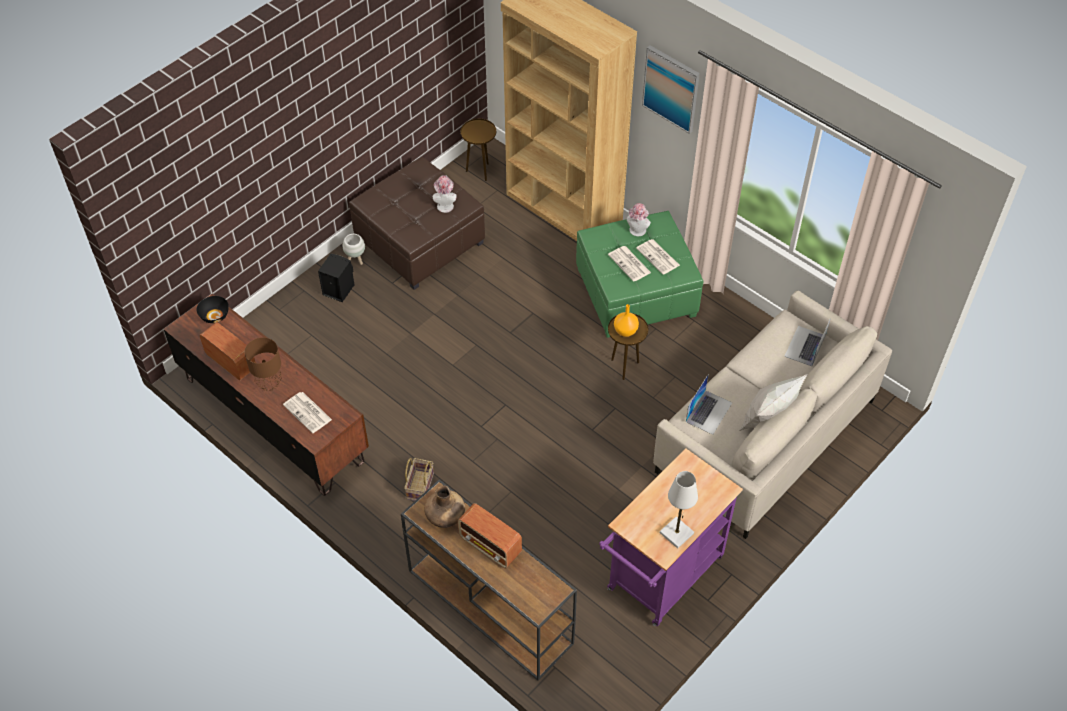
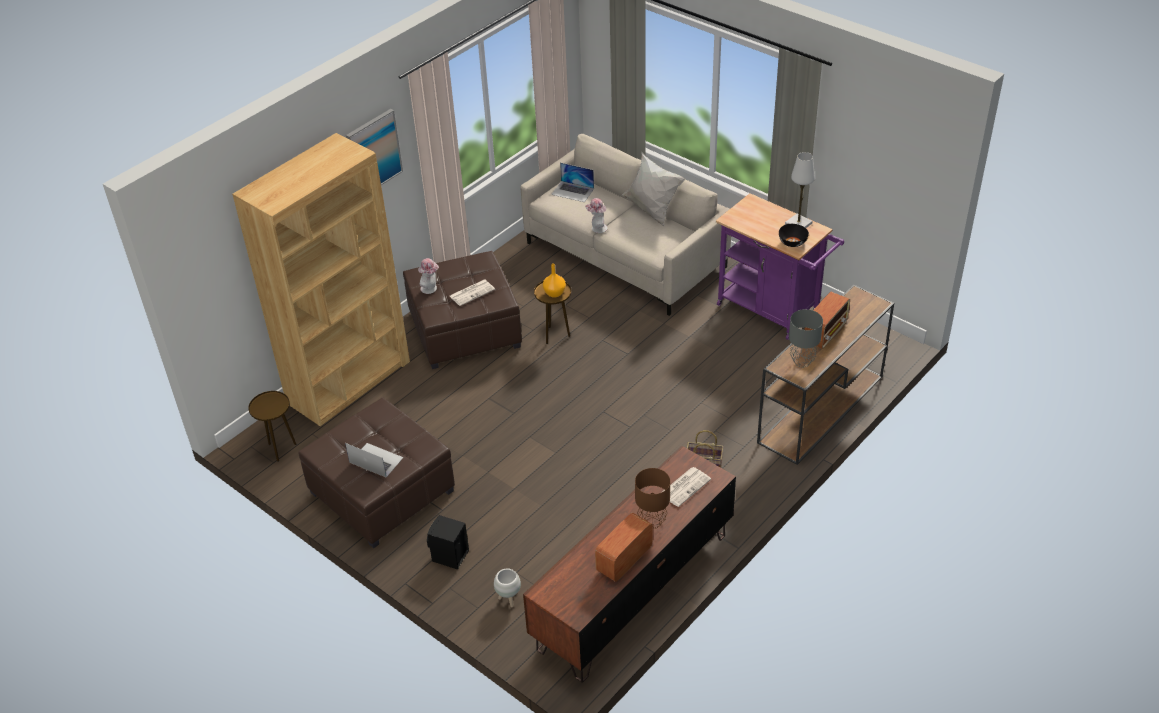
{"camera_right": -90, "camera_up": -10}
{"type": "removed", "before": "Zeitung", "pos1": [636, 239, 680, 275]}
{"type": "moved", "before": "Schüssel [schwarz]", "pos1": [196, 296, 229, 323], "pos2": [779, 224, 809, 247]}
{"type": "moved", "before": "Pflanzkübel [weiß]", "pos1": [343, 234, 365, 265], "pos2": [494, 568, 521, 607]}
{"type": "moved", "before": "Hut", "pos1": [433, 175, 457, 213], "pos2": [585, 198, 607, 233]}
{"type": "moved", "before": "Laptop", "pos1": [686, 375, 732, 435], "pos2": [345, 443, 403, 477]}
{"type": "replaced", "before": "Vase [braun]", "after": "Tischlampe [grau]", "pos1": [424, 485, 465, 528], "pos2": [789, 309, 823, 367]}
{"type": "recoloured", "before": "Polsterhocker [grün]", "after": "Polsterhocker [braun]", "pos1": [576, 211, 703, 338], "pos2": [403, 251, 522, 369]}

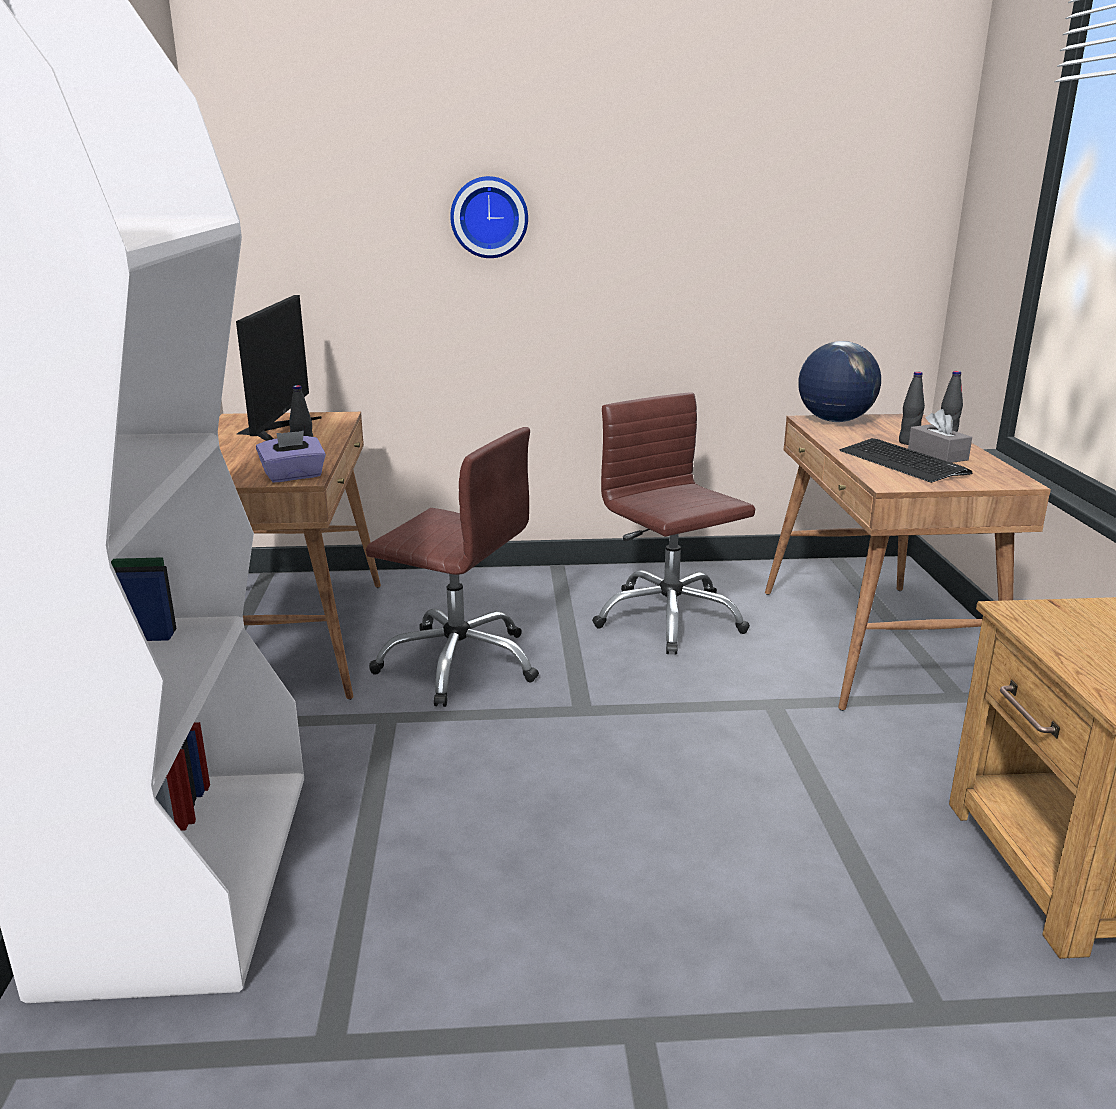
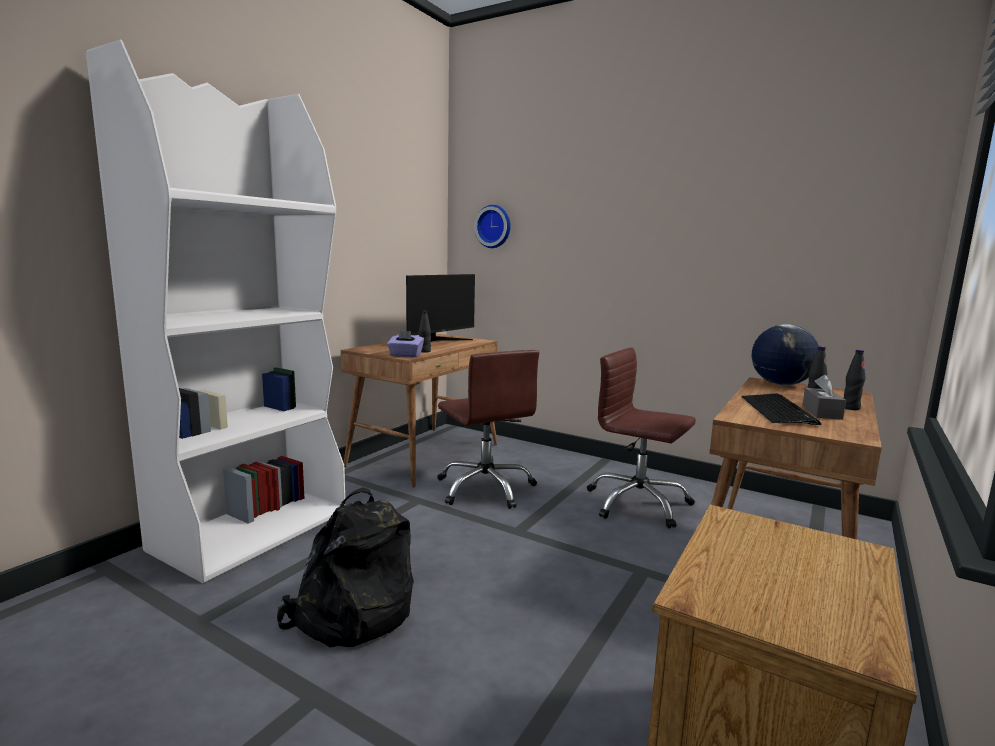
{"camera_right": 35, "camera_up": -10}
{"type": "added", "after": "Rucksack [schwarz]", "pos2": [277, 487, 414, 647]}
{"type": "moved", "before": "Wanduhr", "pos1": [450, 176, 528, 258], "pos2": [474, 205, 511, 248]}
{"type": "turned", "before": "Bürostuhl [braun]", "pos1": [592, 392, 755, 655], "pos2": [587, 348, 696, 528], "turn": -60}

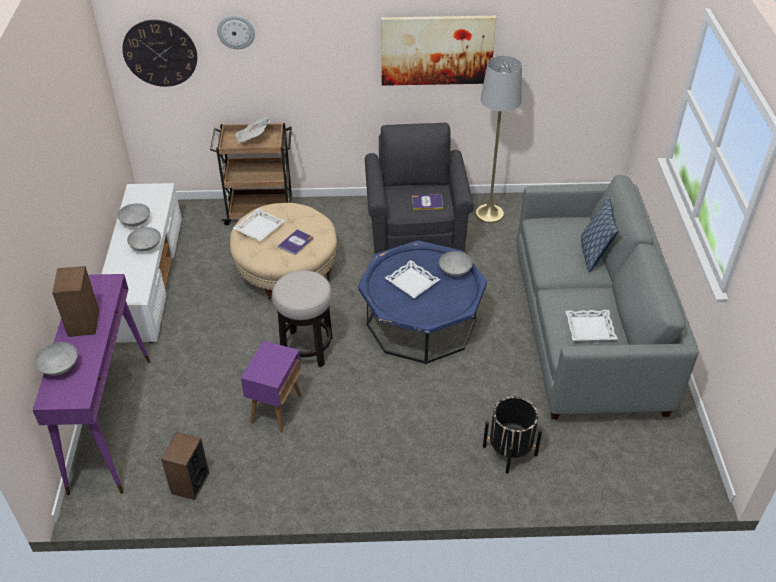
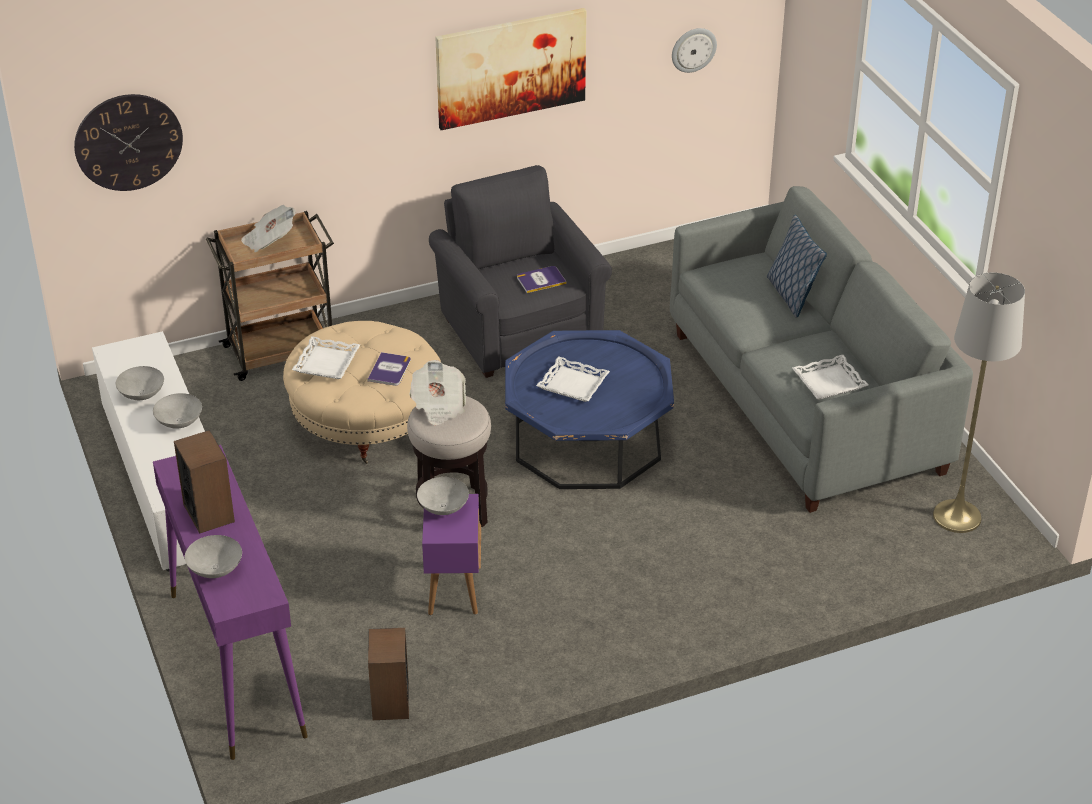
{"camera_right": -20, "camera_up": -5}
{"type": "removed", "before": "Pflanzkübel [schwarz]", "pos1": [483, 396, 542, 473]}
{"type": "added", "after": "Zeitung", "pos2": [409, 360, 466, 425]}
{"type": "moved", "before": "Wanduhr", "pos1": [217, 15, 255, 49], "pos2": [672, 28, 717, 73]}
{"type": "moved", "before": "Schüssel [grau]", "pos1": [439, 251, 473, 276], "pos2": [417, 477, 469, 515]}
{"type": "moved", "before": "Stehlampe [grau]", "pos1": [475, 56, 522, 223], "pos2": [933, 272, 1025, 533]}

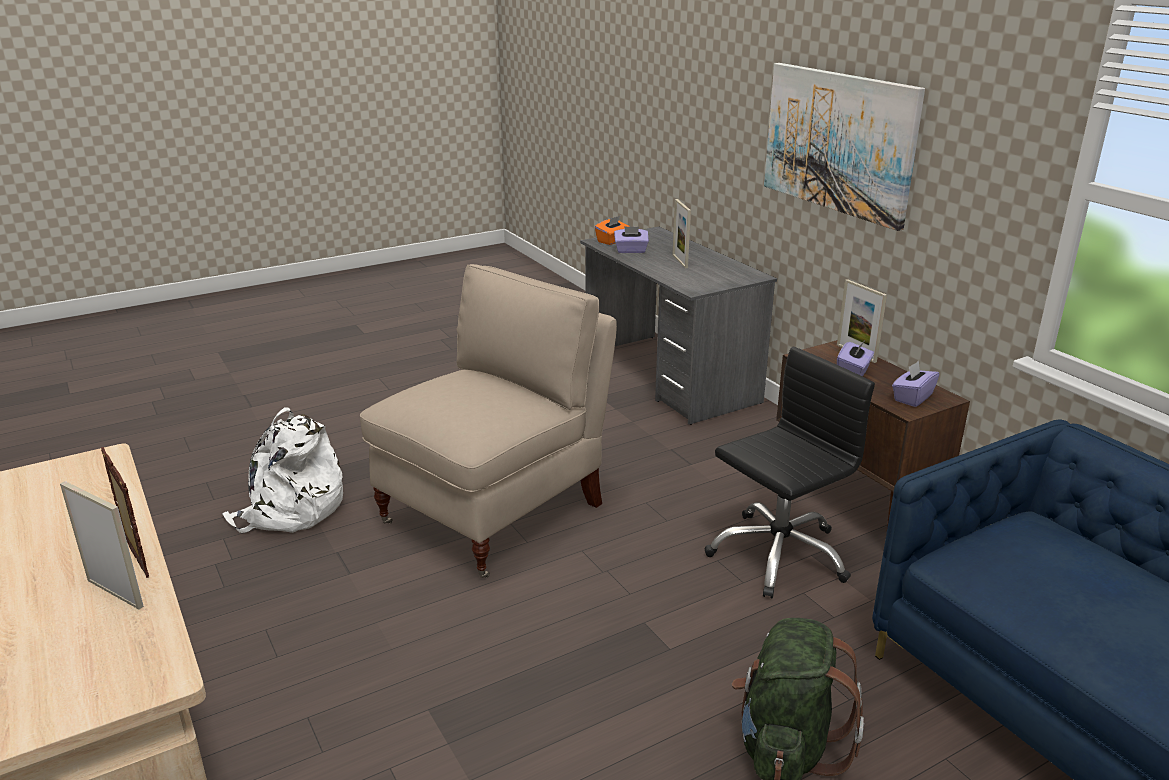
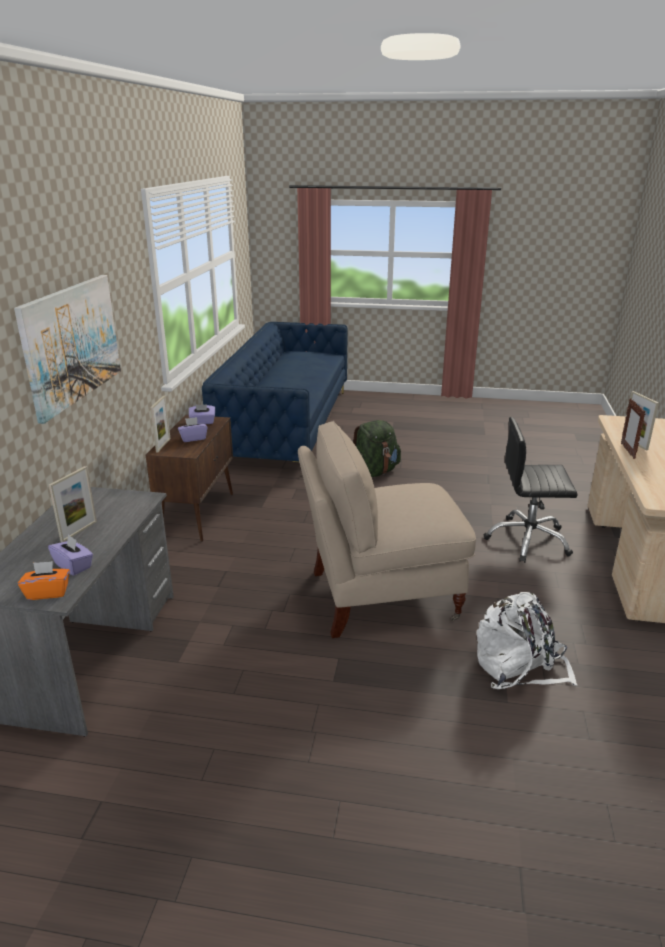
{"camera_right": -140, "camera_up": 0}
{"type": "moved", "before": "Bürostuhl [schwarz]", "pos1": [705, 347, 875, 598], "pos2": [484, 417, 578, 563]}

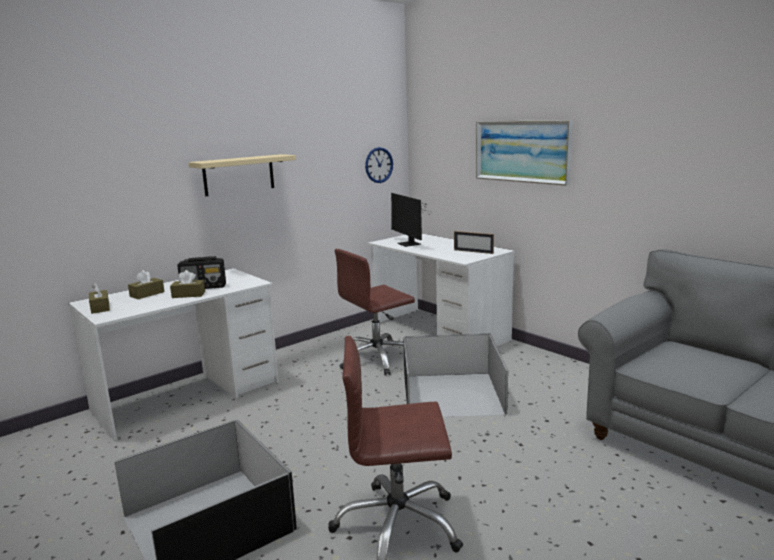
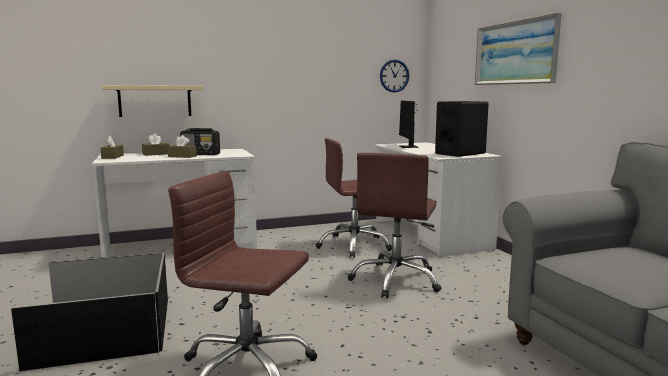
{"camera_right": 20, "camera_up": -5}
{"type": "moved", "before": "Wandregal [beige]", "pos1": [189, 154, 296, 196], "pos2": [102, 85, 204, 117]}
{"type": "replaced", "before": "Aufbewahrungsbox [schwarz]", "after": "Bürostuhl [braun]", "pos1": [403, 334, 508, 417], "pos2": [348, 153, 441, 298]}
{"type": "replaced", "before": "Bilderrahmen", "after": "Lautsprecher [schwarz]", "pos1": [454, 231, 494, 254], "pos2": [435, 101, 489, 157]}

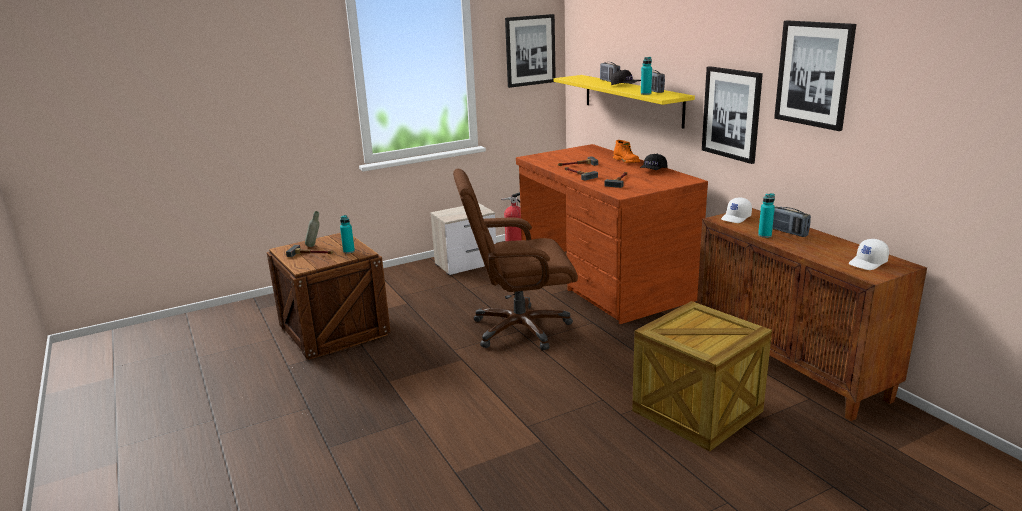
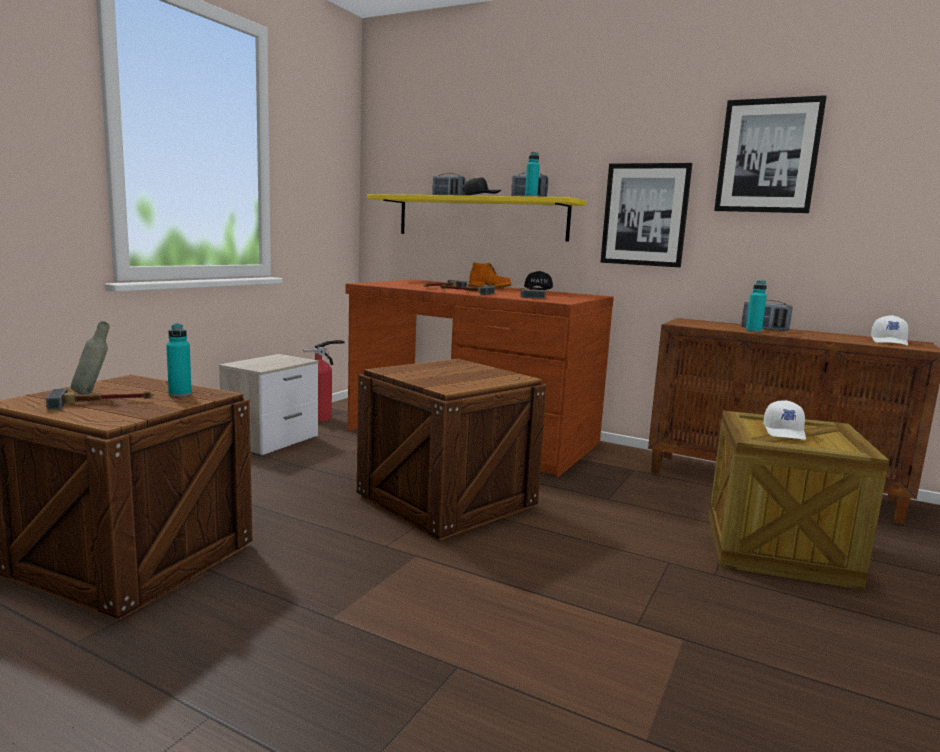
{"camera_right": -35, "camera_up": -10}
{"type": "removed", "before": "Bild", "pos1": [505, 14, 556, 88]}
{"type": "moved", "before": "Kappe [weiß]", "pos1": [721, 197, 752, 223], "pos2": [763, 400, 806, 440]}
{"type": "replaced", "before": "Bürostuhl [braun]", "after": "Kiste", "pos1": [453, 169, 578, 350], "pos2": [357, 359, 547, 540]}

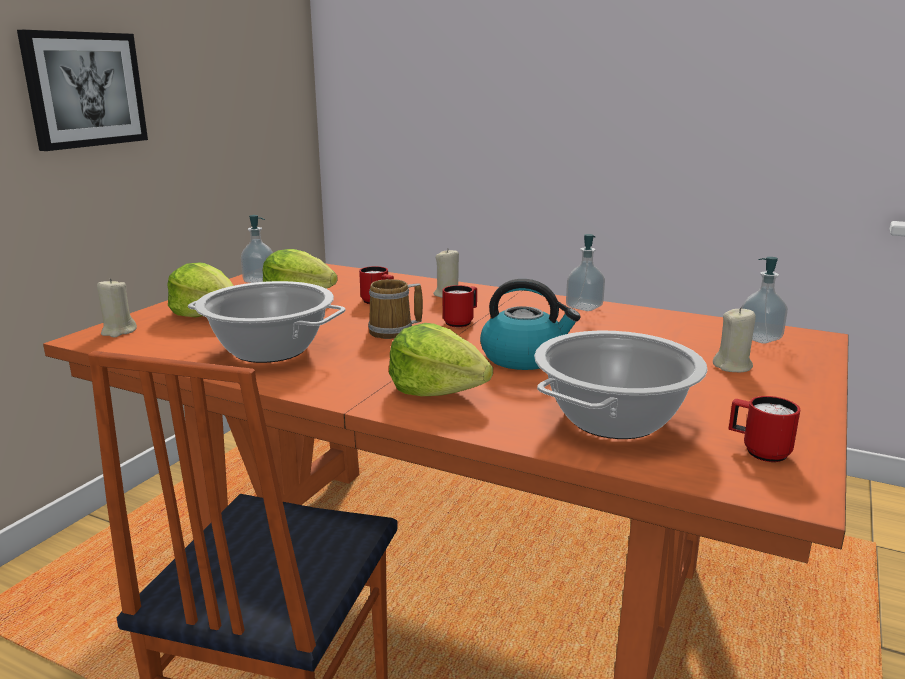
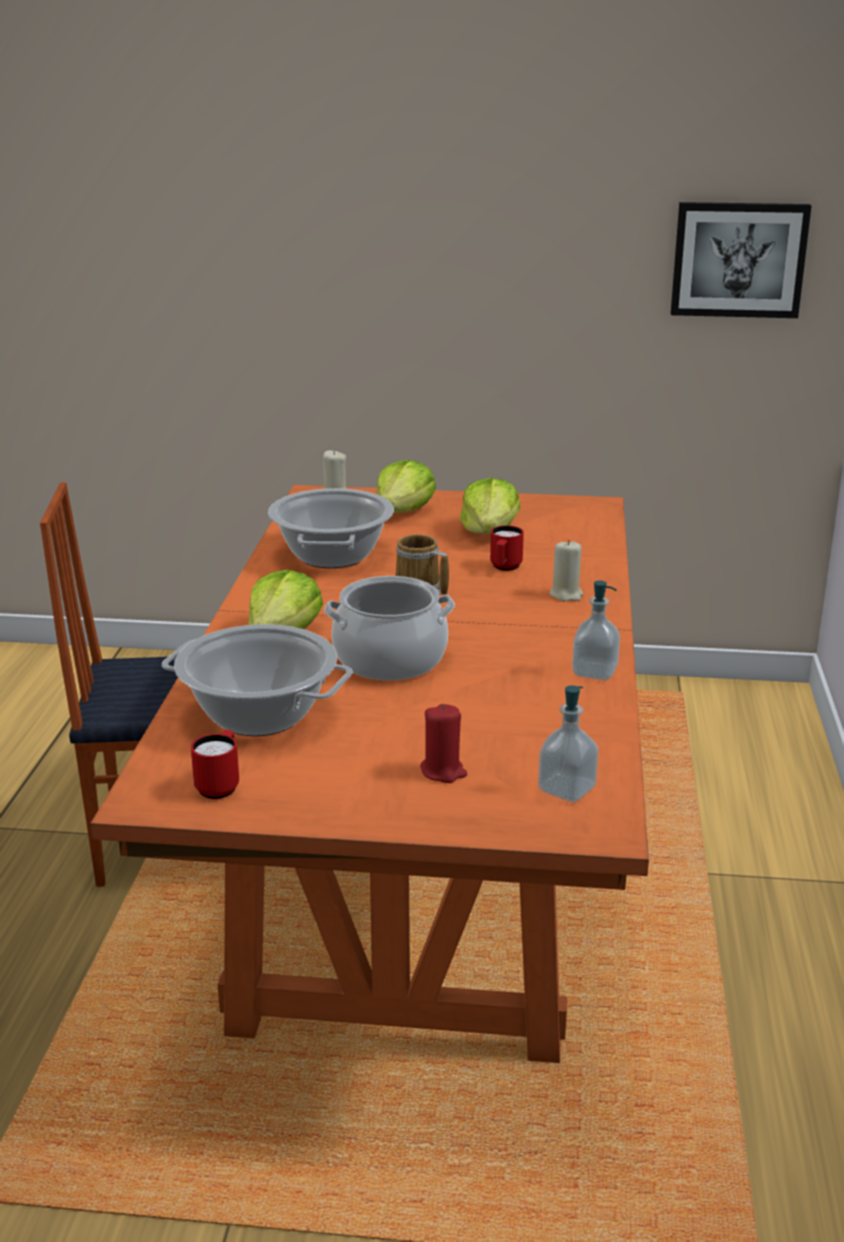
{"camera_right": 70, "camera_up": 5}
{"type": "removed", "before": "Seifenspender", "pos1": [241, 215, 273, 283]}
{"type": "removed", "before": "Henkelbecher [rot]", "pos1": [443, 285, 477, 327]}
{"type": "moved", "before": "Bild", "pos1": [17, 30, 148, 151], "pos2": [671, 202, 811, 318]}
{"type": "replaced", "before": "Wasserkessel", "after": "Kochtopf", "pos1": [480, 279, 581, 370], "pos2": [324, 576, 455, 681]}
{"type": "recoloured", "before": "Kerze [beige]", "after": "Kerze [rot]", "pos1": [713, 307, 756, 372], "pos2": [420, 704, 467, 783]}

